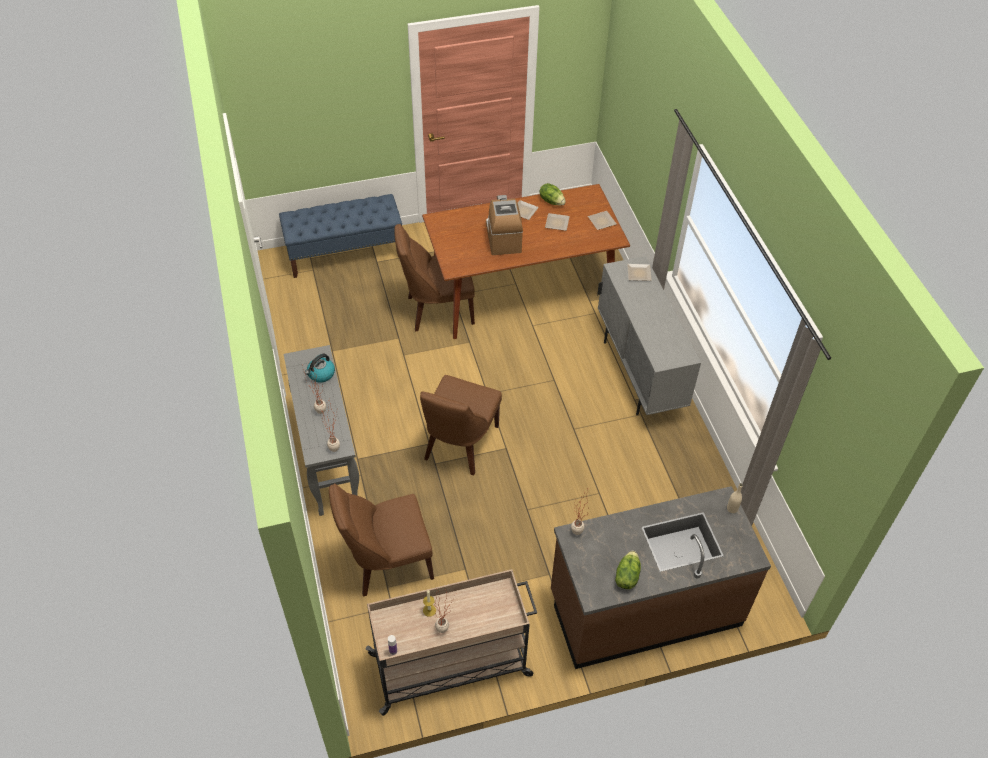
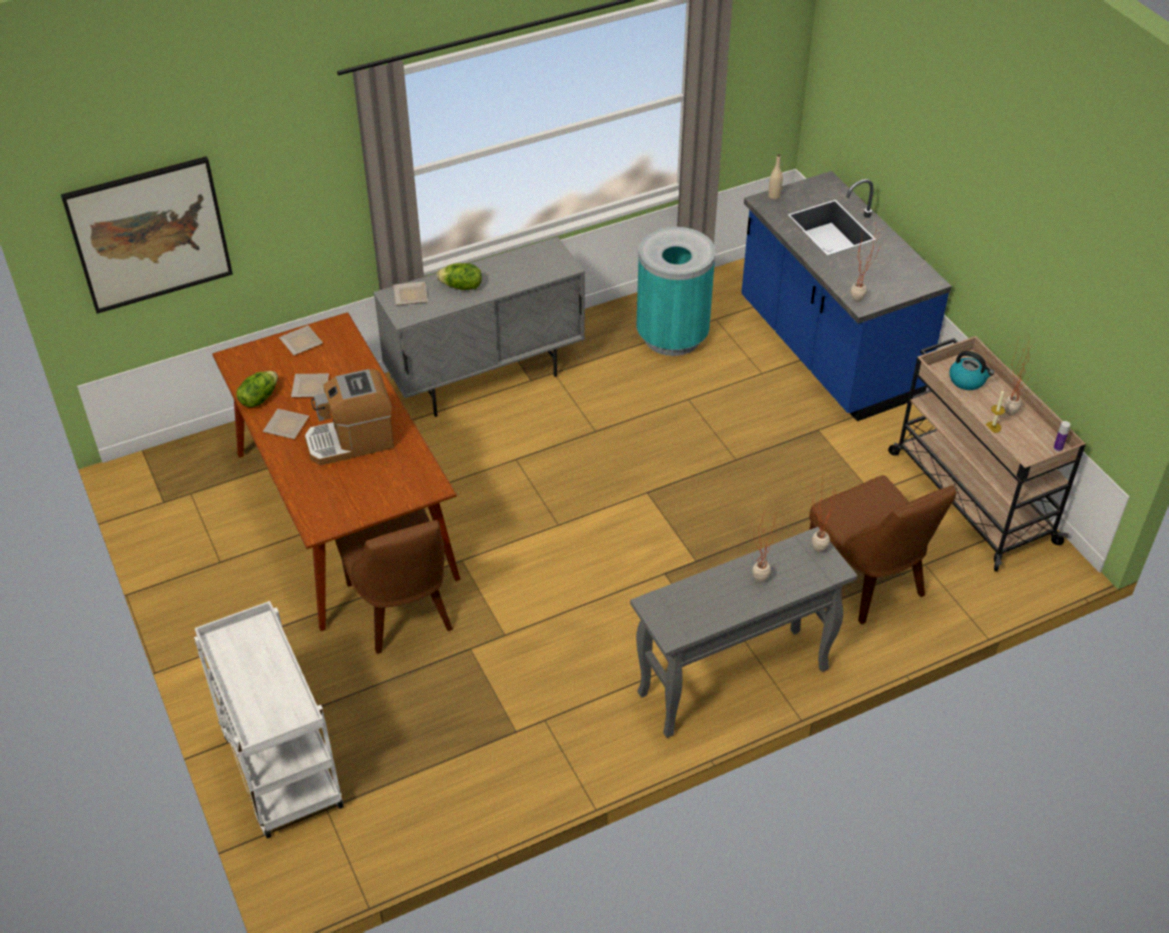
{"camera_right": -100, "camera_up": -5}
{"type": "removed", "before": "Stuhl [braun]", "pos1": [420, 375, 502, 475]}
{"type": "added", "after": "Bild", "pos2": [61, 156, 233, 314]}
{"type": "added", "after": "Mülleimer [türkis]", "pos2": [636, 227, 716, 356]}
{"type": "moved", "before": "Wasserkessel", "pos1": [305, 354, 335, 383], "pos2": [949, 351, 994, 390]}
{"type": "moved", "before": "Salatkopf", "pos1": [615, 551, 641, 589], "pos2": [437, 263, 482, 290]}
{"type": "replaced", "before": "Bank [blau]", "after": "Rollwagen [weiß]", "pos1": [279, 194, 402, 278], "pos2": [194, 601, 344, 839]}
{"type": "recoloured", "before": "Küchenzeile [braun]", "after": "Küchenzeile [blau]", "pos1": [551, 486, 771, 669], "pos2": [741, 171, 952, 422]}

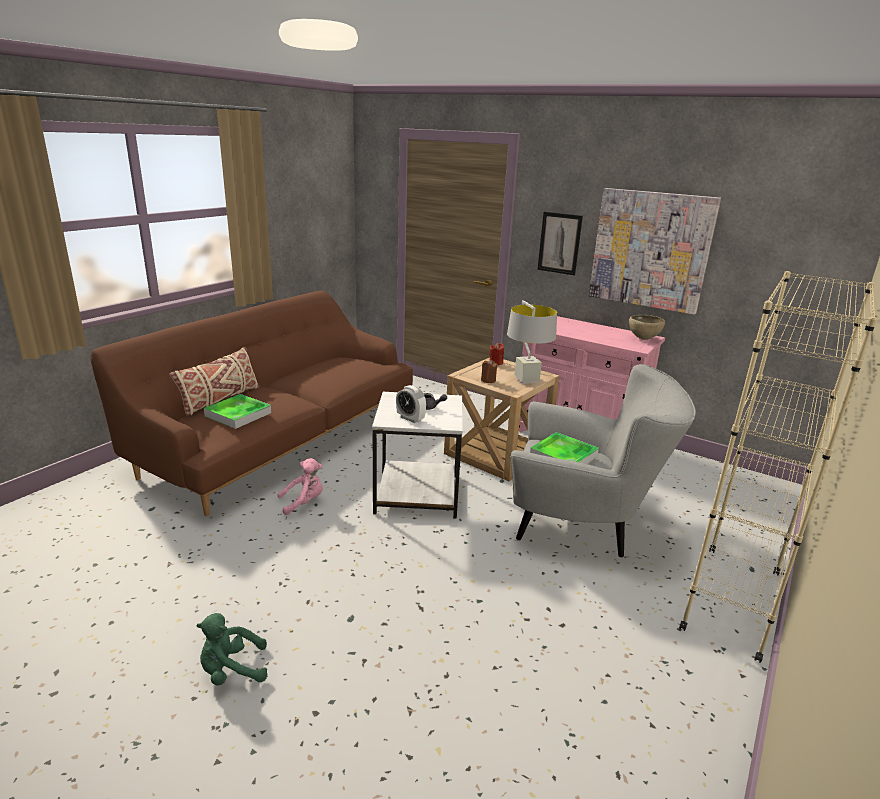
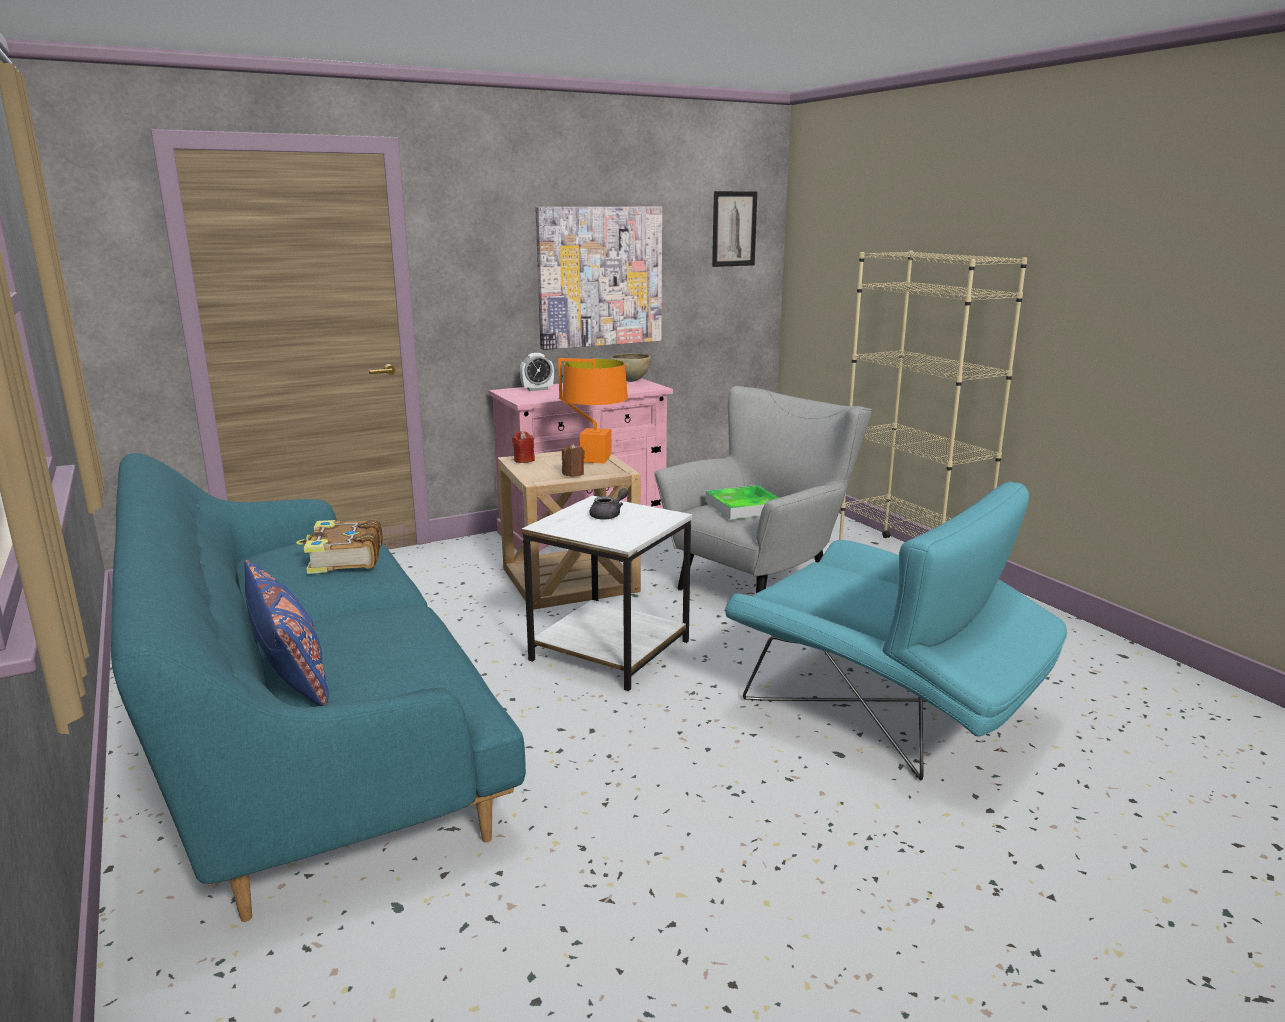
{"camera_right": -60, "camera_up": -5}
{"type": "removed", "before": "Plüschtier [grün]", "pos1": [196, 613, 267, 685]}
{"type": "removed", "before": "Tablett", "pos1": [204, 394, 271, 429]}
{"type": "removed", "before": "Plüschtier [rosa]", "pos1": [278, 458, 323, 515]}
{"type": "added", "after": "Buch", "pos2": [296, 519, 383, 574]}
{"type": "added", "after": "Sessel [türkis]", "pos2": [724, 481, 1067, 780]}
{"type": "moved", "before": "Wecker", "pos1": [396, 385, 426, 423], "pos2": [520, 353, 554, 391]}
{"type": "moved", "before": "Bild", "pos1": [537, 212, 583, 275], "pos2": [712, 191, 757, 267]}
{"type": "recoloured", "before": "Sofa [braun]", "after": "Sofa [türkis]", "pos1": [90, 291, 413, 516], "pos2": [111, 453, 526, 922]}
{"type": "recoloured", "before": "Kissen [beige]", "after": "Kissen [blau]", "pos1": [169, 347, 260, 416], "pos2": [244, 560, 329, 706]}
{"type": "recoloured", "before": "Tischlampe [grau]", "after": "Tischlampe [orange]", "pos1": [507, 300, 557, 384], "pos2": [558, 358, 628, 464]}

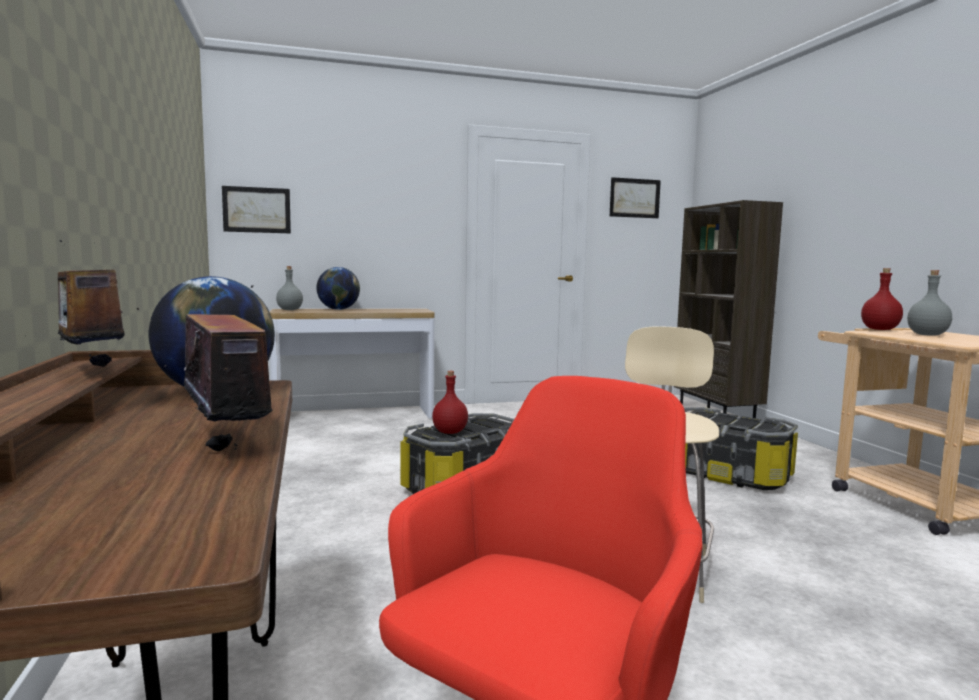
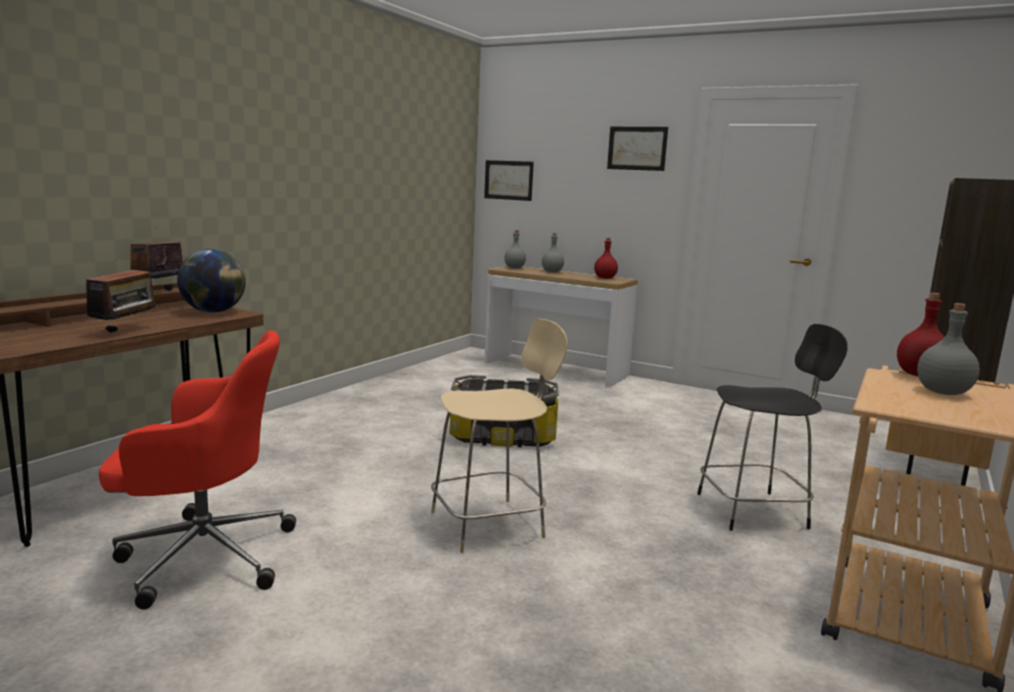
{"camera_right": 45, "camera_up": 5}
{"type": "moved", "before": "Flasche [rot]", "pos1": [432, 371, 468, 434], "pos2": [594, 238, 618, 279]}
{"type": "moved", "before": "Bild", "pos1": [610, 177, 661, 218], "pos2": [607, 127, 668, 171]}
{"type": "replaced", "before": "Globus", "after": "Flasche [grau]", "pos1": [316, 267, 360, 310], "pos2": [542, 233, 564, 272]}
{"type": "replaced", "before": "Aufbewahrungsbox", "after": "Stuhl [schwarz]", "pos1": [684, 407, 798, 490], "pos2": [697, 324, 848, 531]}

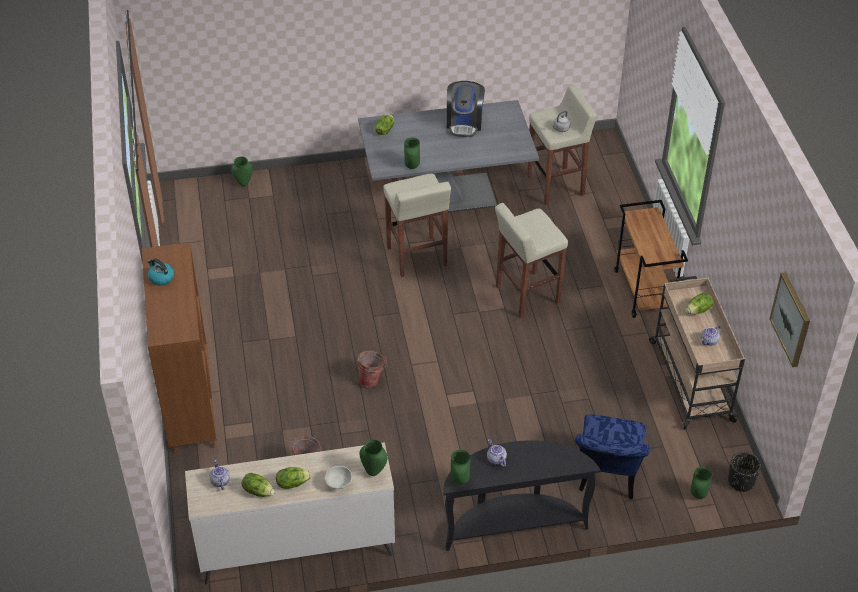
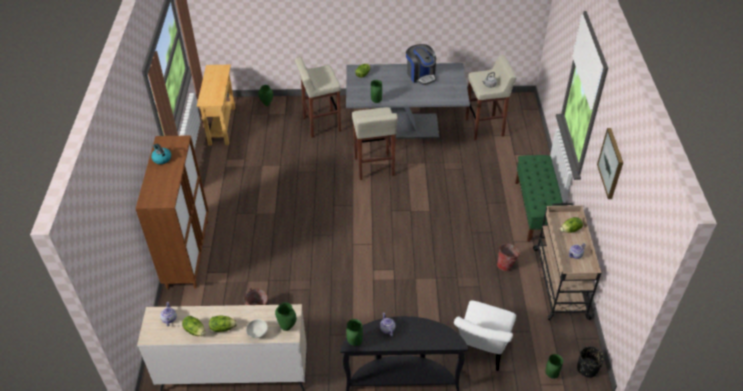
{"camera_right": 10, "camera_up": 0}
{"type": "added", "after": "Konsolentisch [beige]", "pos2": [197, 65, 235, 146]}
{"type": "moved", "before": "Eimer", "pos1": [357, 351, 387, 387], "pos2": [497, 243, 521, 271]}
{"type": "moved", "before": "Hocker [beige]", "pos1": [495, 203, 568, 318], "pos2": [295, 57, 341, 138]}
{"type": "moved", "before": "Bild", "pos1": [770, 272, 810, 367], "pos2": [597, 128, 623, 199]}
{"type": "replaced", "before": "Rollwagen [braun]", "after": "Bank [grün]", "pos1": [614, 200, 688, 318], "pos2": [515, 155, 564, 242]}
{"type": "recoloured", "before": "Stuhl [blau]", "after": "Stuhl [weiß]", "pos1": [575, 414, 650, 500], "pos2": [454, 301, 516, 371]}
{"type": "turned", "before": "Kaffeemaschine", "pos1": [447, 81, 485, 137], "pos2": [406, 44, 436, 85], "turn": -45}

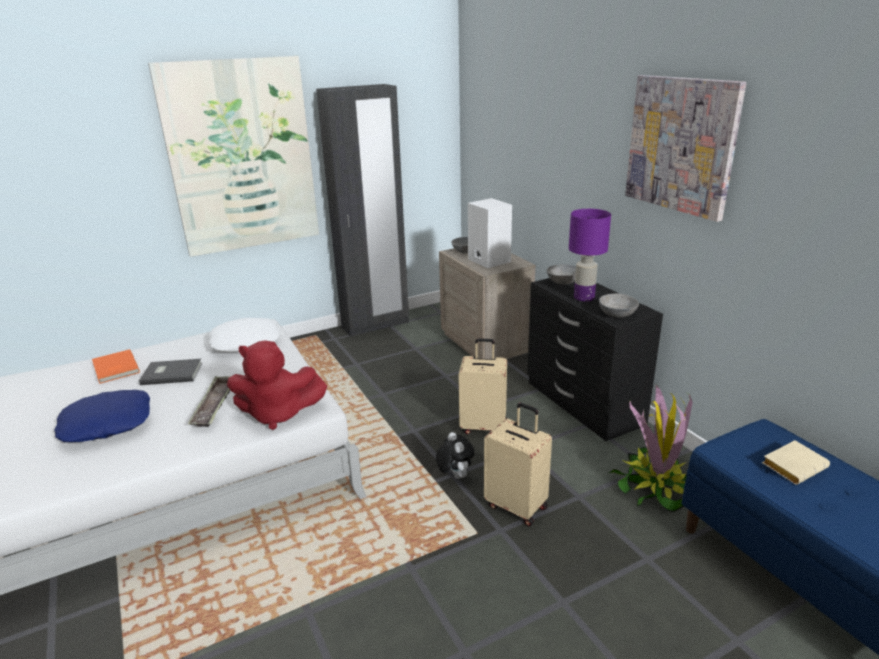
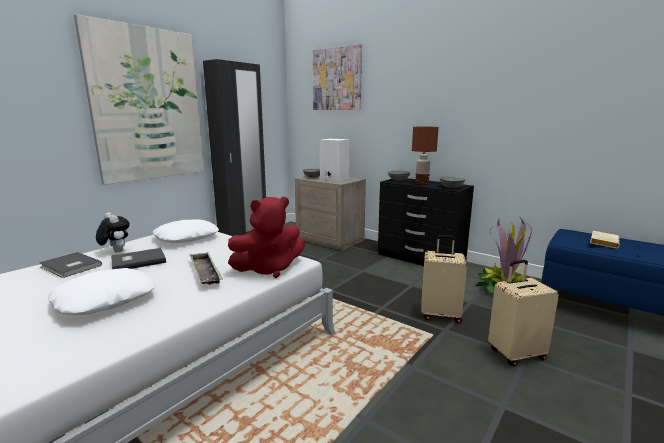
{"camera_right": -25, "camera_up": -10}
{"type": "moved", "before": "Plüschtier", "pos1": [436, 432, 474, 479], "pos2": [96, 212, 130, 253]}
{"type": "moved", "before": "Koffer [beige]", "pos1": [459, 338, 507, 434], "pos2": [488, 260, 559, 366]}
{"type": "moved", "before": "Bild", "pos1": [625, 75, 746, 222], "pos2": [313, 44, 362, 110]}
{"type": "recoloured", "before": "Kissen [blau]", "after": "Kissen [weiß]", "pos1": [54, 390, 150, 442], "pos2": [48, 268, 155, 316]}
{"type": "recoloured", "before": "Buch [orange]", "after": "Buch [grau]", "pos1": [92, 349, 140, 384], "pos2": [39, 252, 102, 278]}
{"type": "recoloured", "before": "Tischlampe [lila]", "after": "Tischlampe [braun]", "pos1": [569, 209, 611, 301], "pos2": [412, 127, 439, 185]}

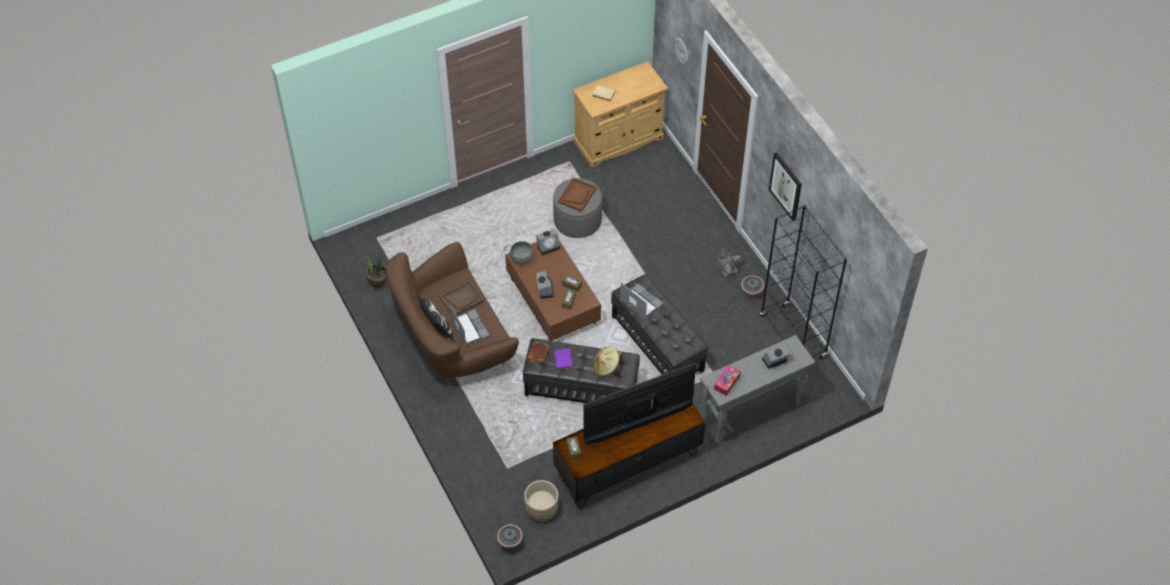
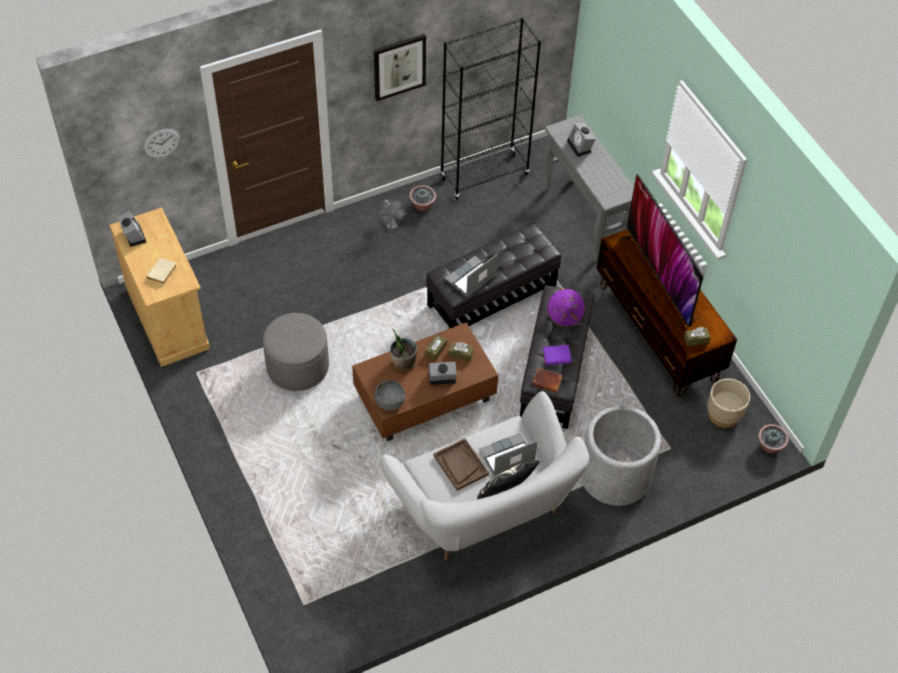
{"camera_right": -90, "camera_up": 0}
{"type": "removed", "before": "Tablett [braun]", "pos1": [558, 178, 597, 212]}
{"type": "removed", "before": "Taschentuchbox", "pos1": [714, 365, 741, 396]}
{"type": "added", "after": "Pflanzkübel [grau]", "pos2": [581, 406, 661, 506]}
{"type": "moved", "before": "Topfpflanze", "pos1": [366, 255, 386, 289], "pos2": [390, 328, 417, 371]}
{"type": "moved", "before": "Wecker", "pos1": [536, 229, 560, 256], "pos2": [118, 211, 146, 247]}
{"type": "recoloured", "before": "Sofa [braun]", "after": "Sofa [weiß]", "pos1": [385, 242, 519, 387], "pos2": [381, 391, 589, 560]}
{"type": "recoloured", "before": "Hut [beige]", "after": "Hut [lila]", "pos1": [593, 346, 622, 377], "pos2": [547, 287, 585, 327]}

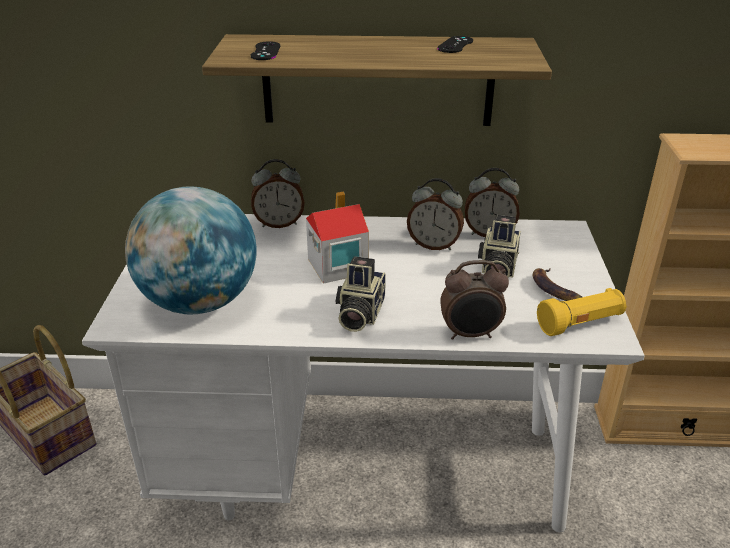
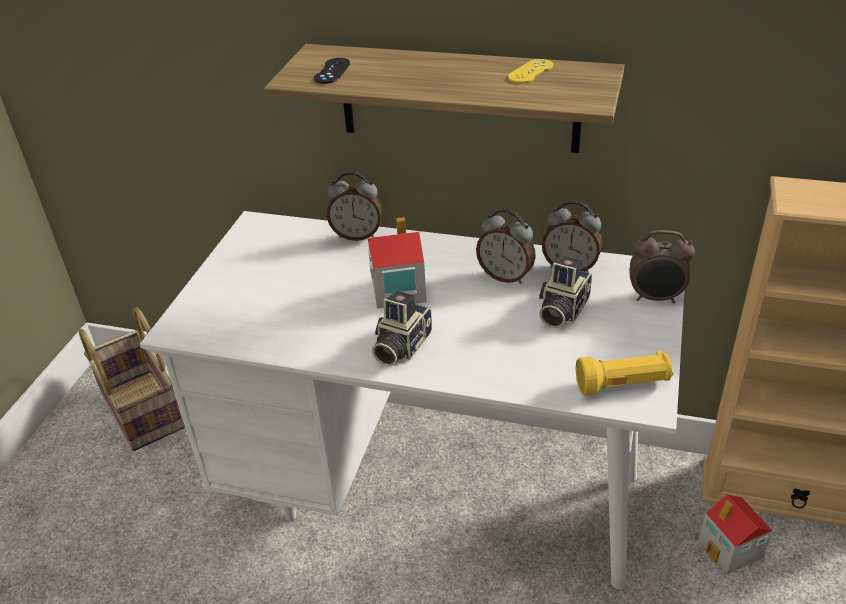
{"camera_right": 15, "camera_up": 5}
{"type": "removed", "before": "Globus", "pos1": [125, 186, 257, 314]}
{"type": "removed", "before": "Banane", "pos1": [533, 268, 582, 301]}
{"type": "added", "after": "Spielzeughaus", "pos2": [698, 494, 772, 574]}
{"type": "moved", "before": "Wecker", "pos1": [440, 260, 509, 340], "pos2": [629, 230, 695, 303]}
{"type": "recoloured", "before": "Gamepad [schwarz]", "after": "Gamepad [gelb]", "pos1": [437, 36, 473, 53], "pos2": [508, 59, 553, 83]}

